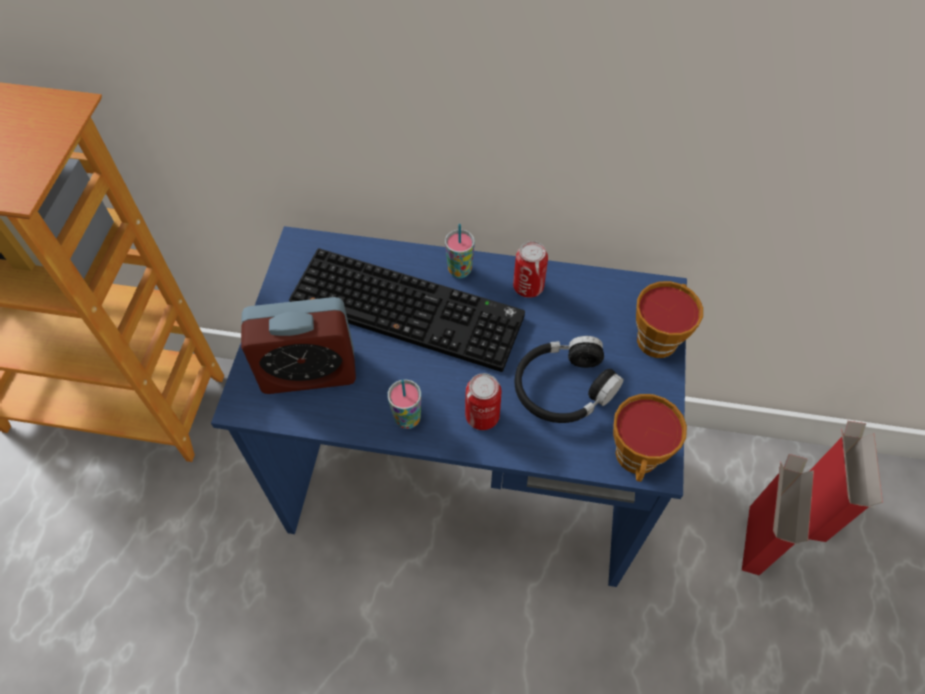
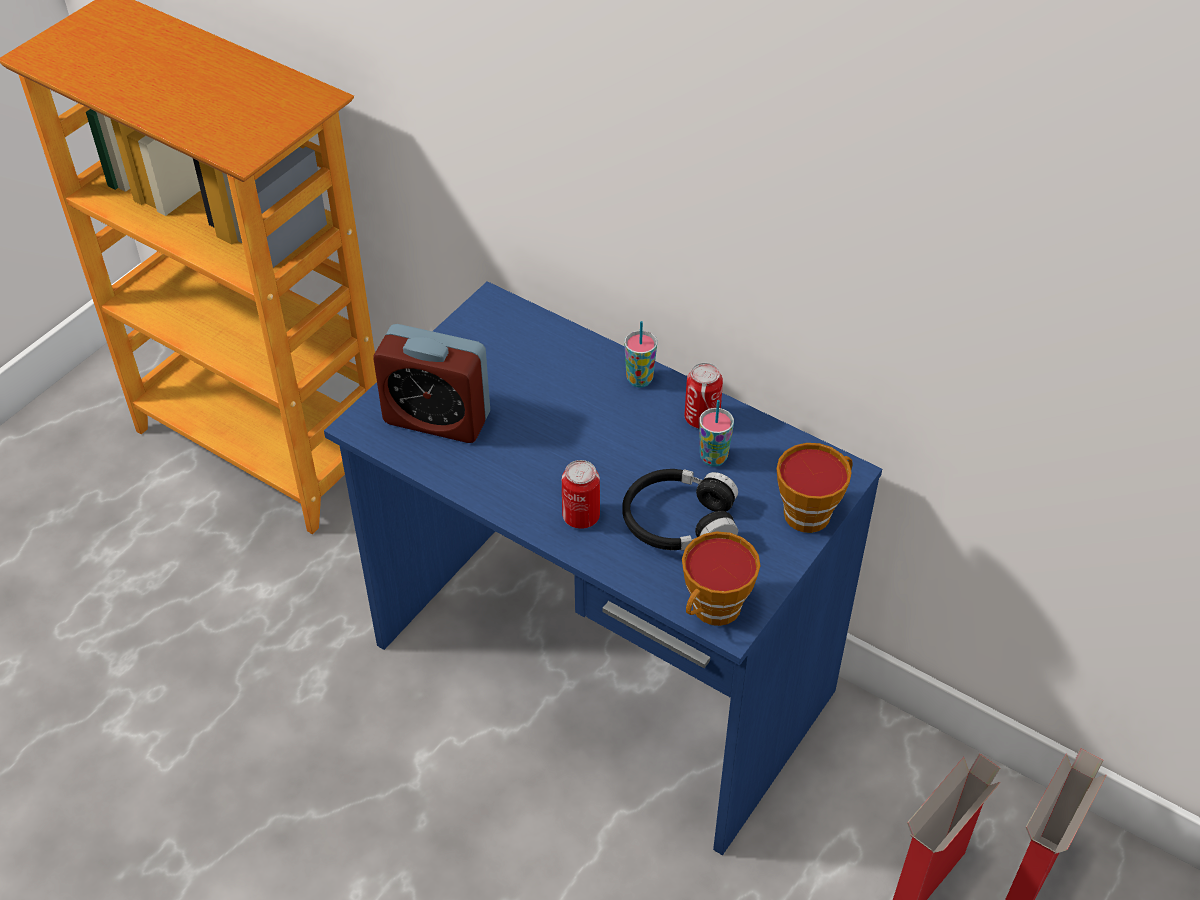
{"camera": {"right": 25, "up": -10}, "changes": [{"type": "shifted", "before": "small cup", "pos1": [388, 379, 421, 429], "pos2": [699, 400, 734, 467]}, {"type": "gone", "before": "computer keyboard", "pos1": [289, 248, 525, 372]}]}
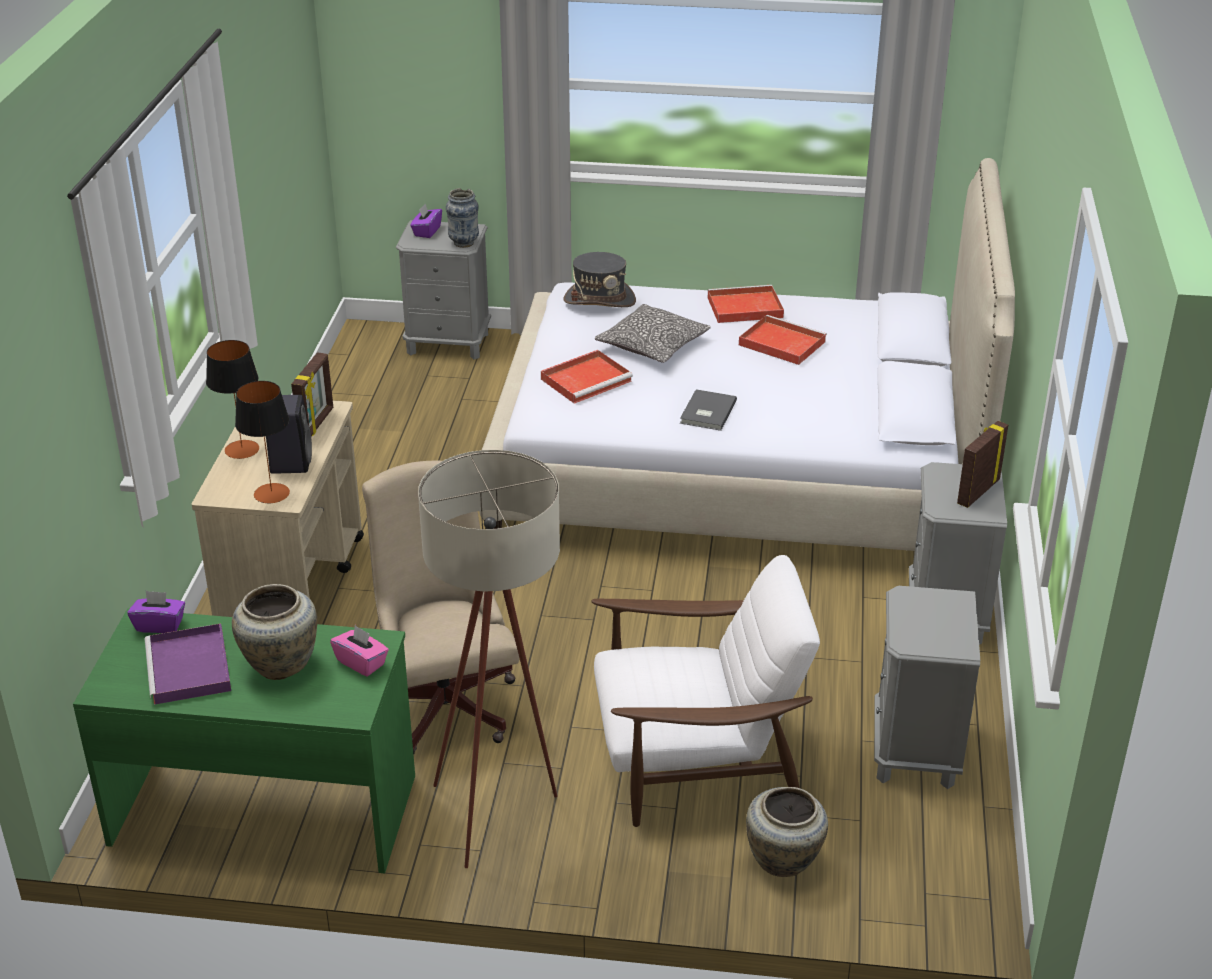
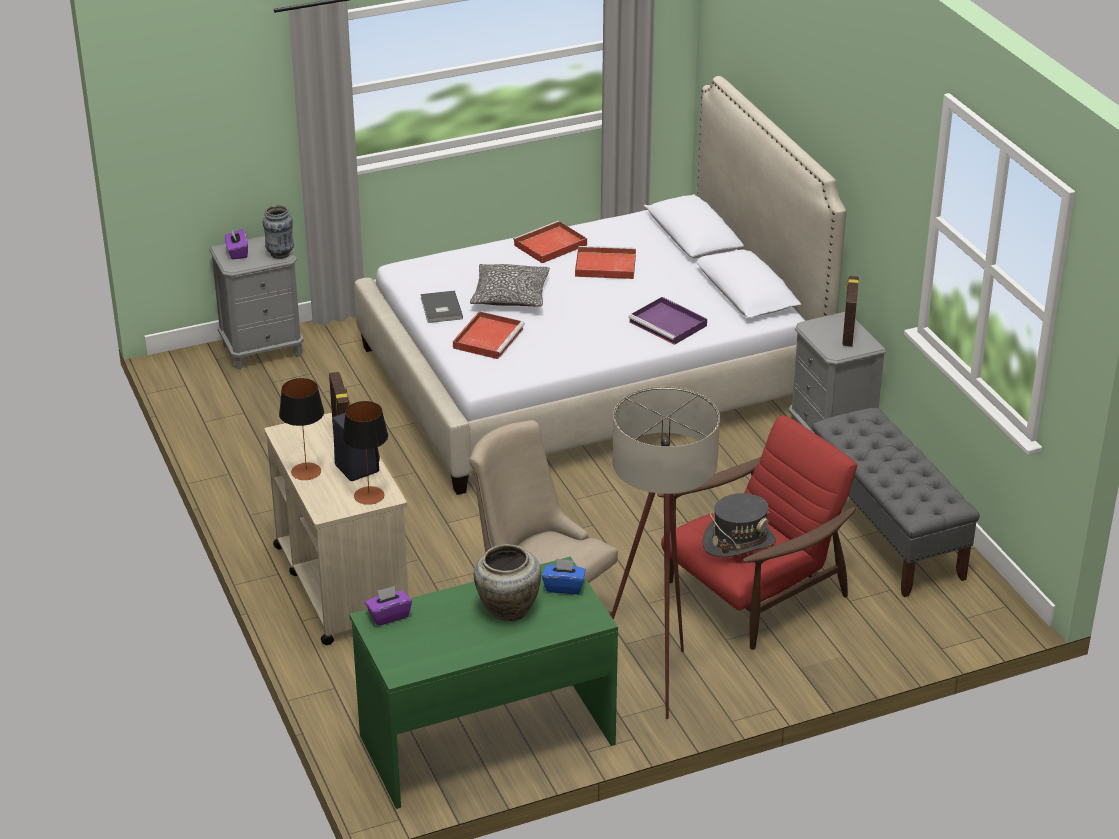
{"camera": {"right": -30, "up": 0}, "changes": [{"type": "shifted", "before": "bound book (greyish)", "pos1": [680, 389, 737, 431], "pos2": [421, 290, 463, 323]}, {"type": "repainted", "before": "tissue box (pinkish)", "after": "tissue box (bluish)", "pos1": [330, 625, 389, 677], "pos2": [542, 558, 586, 594]}, {"type": "shifted", "before": "serving tray (purple-coloured)", "pos1": [145, 624, 231, 705], "pos2": [628, 297, 707, 345]}, {"type": "repainted", "before": "easy chair (white-coloured)", "after": "easy chair (reddish)", "pos1": [591, 555, 820, 827], "pos2": [657, 415, 857, 650]}, {"type": "shifted", "before": "clothing hat (greyish)", "pos1": [563, 252, 636, 307], "pos2": [702, 493, 776, 557]}, {"type": "swapped", "before": "bedside table (greyish)", "after": "indoor bench (greyish)", "pos1": [874, 586, 980, 789], "pos2": [812, 408, 980, 597]}, {"type": "gone", "before": "flower vase (beige-coloured)", "pos1": [746, 787, 828, 877]}]}
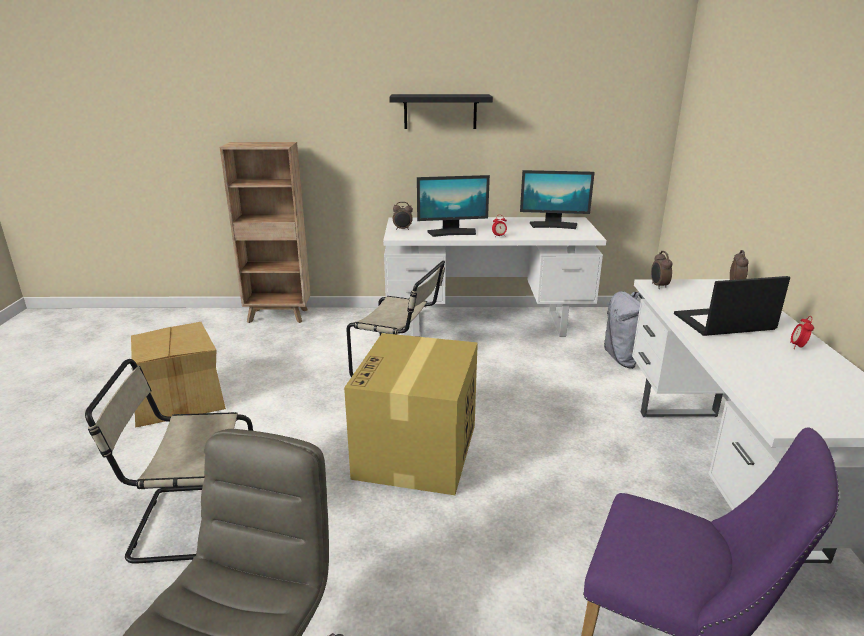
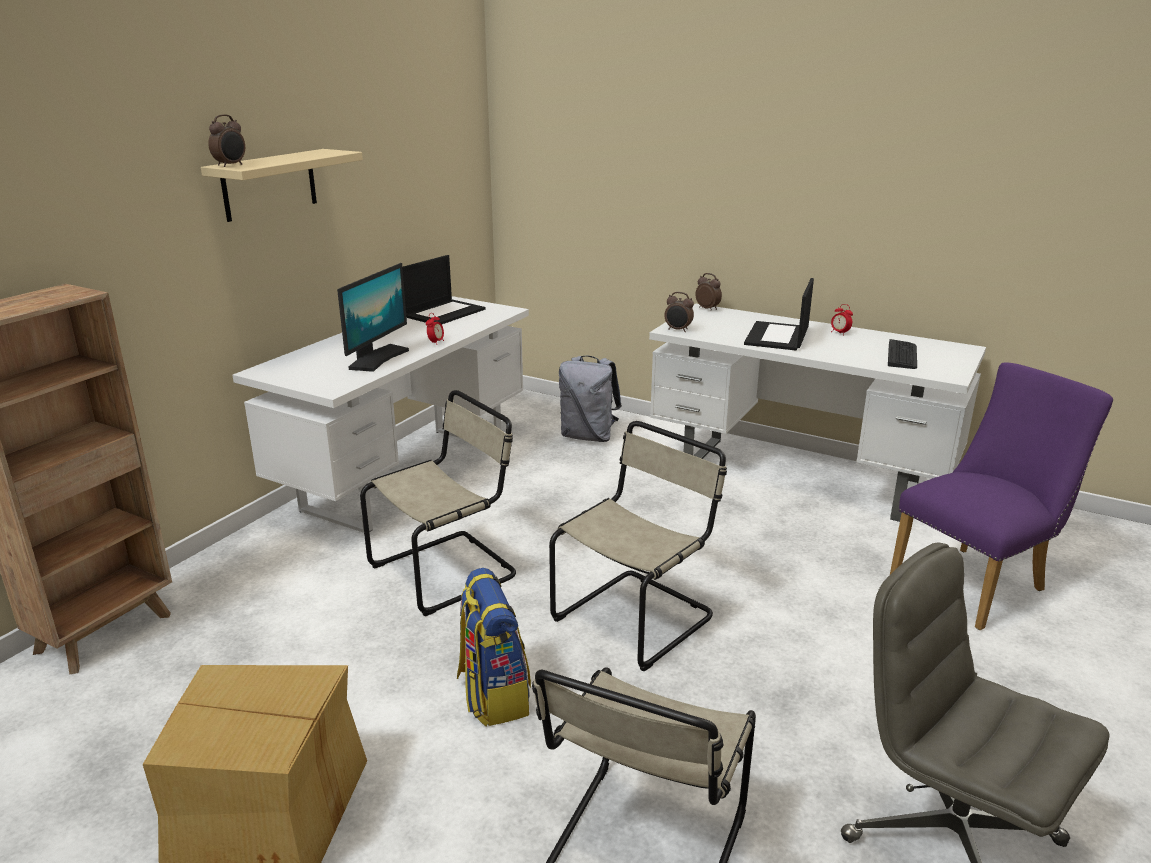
{"camera": {"right": -60, "up": 0}, "changes": [{"type": "repainted", "before": "wall shelf (black)", "after": "wall shelf (beige-coloured)", "pos1": [389, 94, 493, 129], "pos2": [201, 149, 363, 222]}, {"type": "shifted", "before": "alarm clock", "pos1": [393, 202, 413, 230], "pos2": [208, 114, 245, 167]}, {"type": "swapped", "before": "computer screen", "after": "laptop", "pos1": [520, 170, 595, 229], "pos2": [402, 255, 486, 324]}, {"type": "new", "after": "backpack", "pos2": [457, 568, 531, 726]}, {"type": "swapped", "before": "cardboard box", "after": "plain chair (beige-coloured)", "pos1": [344, 333, 478, 495], "pos2": [549, 421, 727, 671]}, {"type": "new", "after": "computer keyboard", "pos2": [888, 339, 917, 369]}]}
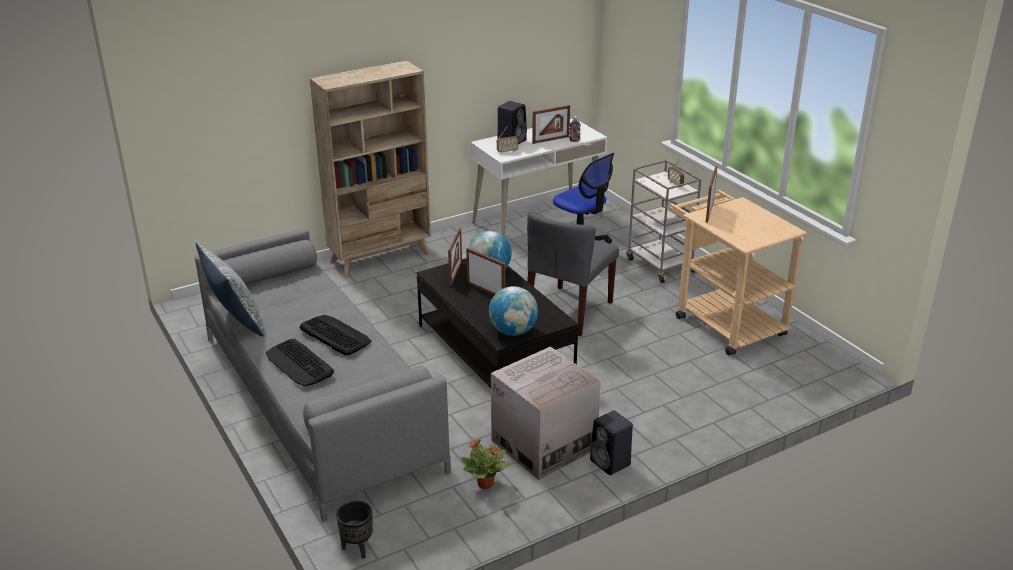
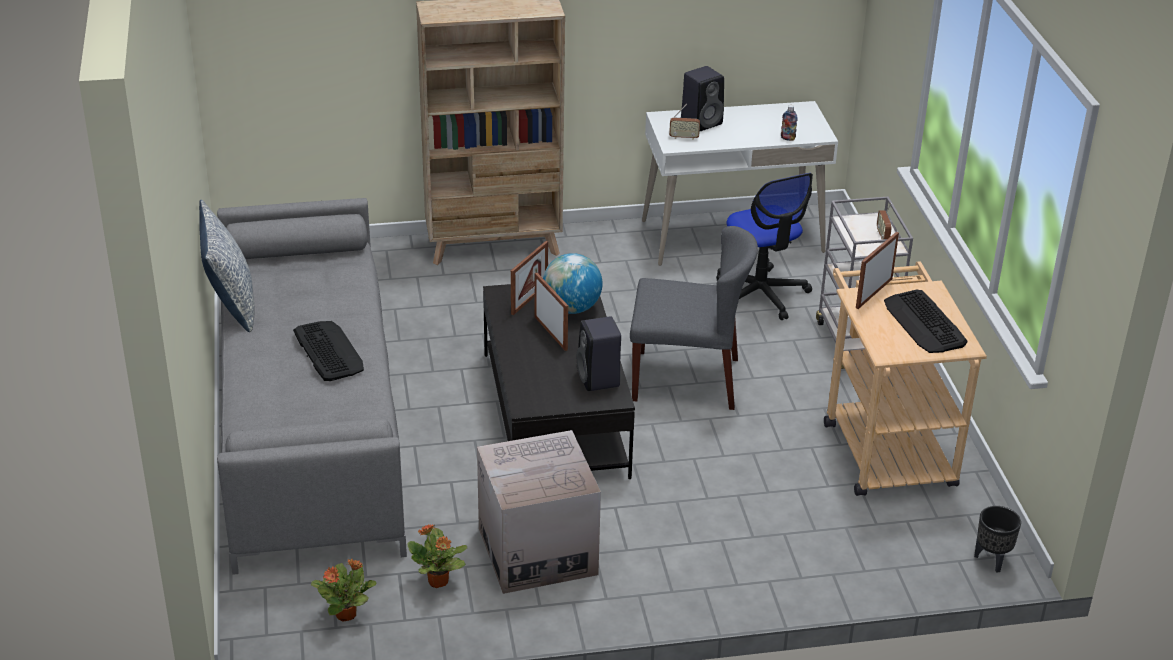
{"camera": {"right": 20, "up": 5}, "changes": [{"type": "new", "after": "plant in a pot", "pos2": [311, 558, 377, 622]}, {"type": "shifted", "before": "speaker (black)", "pos1": [590, 410, 633, 475], "pos2": [577, 316, 621, 391]}, {"type": "rotated", "before": "plain chair (greyish)", "pos1": [527, 211, 619, 336], "pos2": [630, 226, 758, 410], "turn": -135}, {"type": "shifted", "before": "computer keyboard", "pos1": [266, 339, 334, 386], "pos2": [884, 290, 968, 353]}, {"type": "shifted", "before": "plant pot (black)", "pos1": [336, 501, 373, 559], "pos2": [974, 506, 1021, 573]}, {"type": "gone", "before": "desk globe", "pos1": [489, 286, 538, 336]}, {"type": "gone", "before": "picture frame", "pos1": [532, 105, 570, 144]}]}
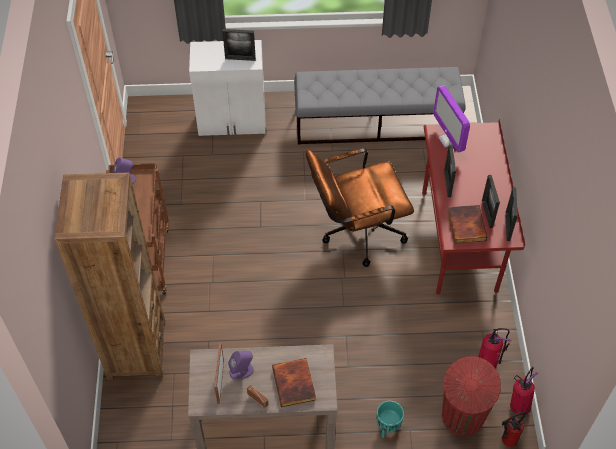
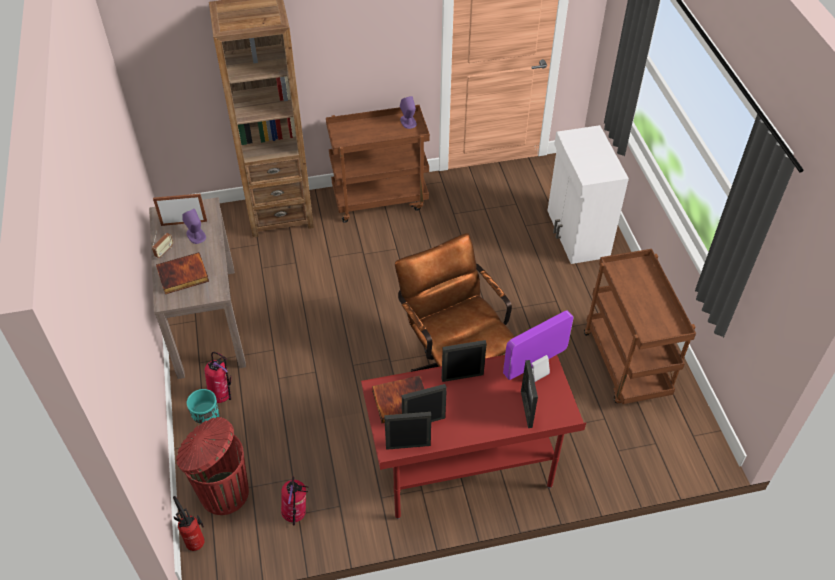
{"camera": {"right": 80, "up": -5}, "changes": [{"type": "shifted", "before": "fire-fighting cylinder", "pos1": [510, 367, 538, 415], "pos2": [205, 352, 231, 403]}, {"type": "shifted", "before": "picture frame", "pos1": [223, 29, 256, 61], "pos2": [521, 360, 538, 428]}, {"type": "swapped", "before": "indoor bench (greyish)", "after": "cart (brown)", "pos1": [294, 67, 465, 144], "pos2": [584, 249, 696, 404]}]}
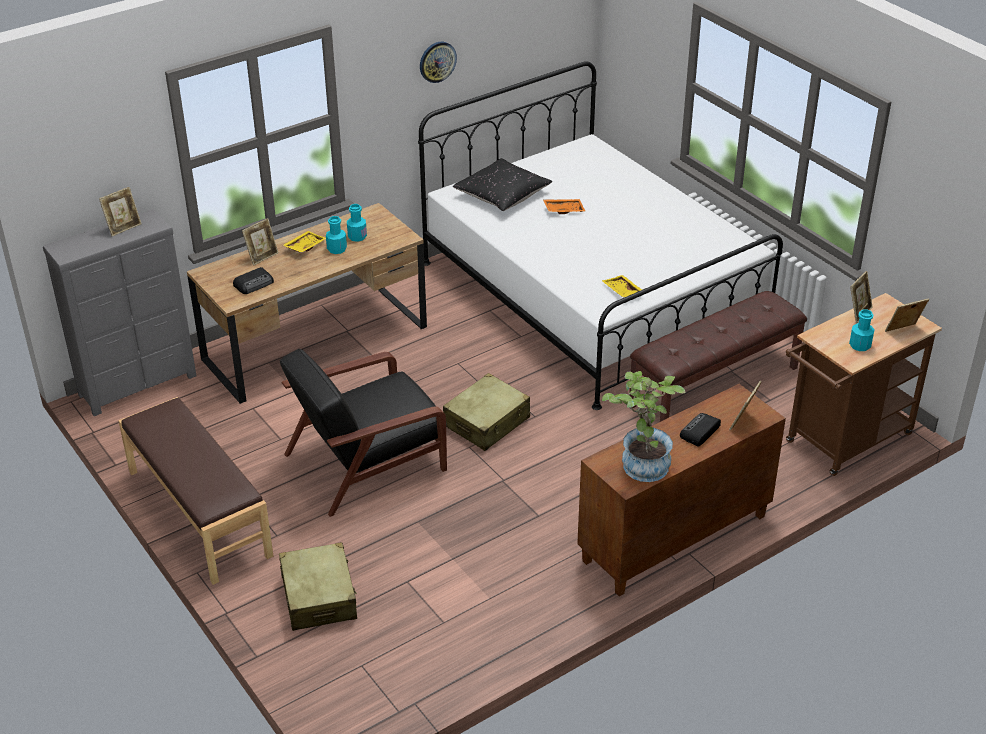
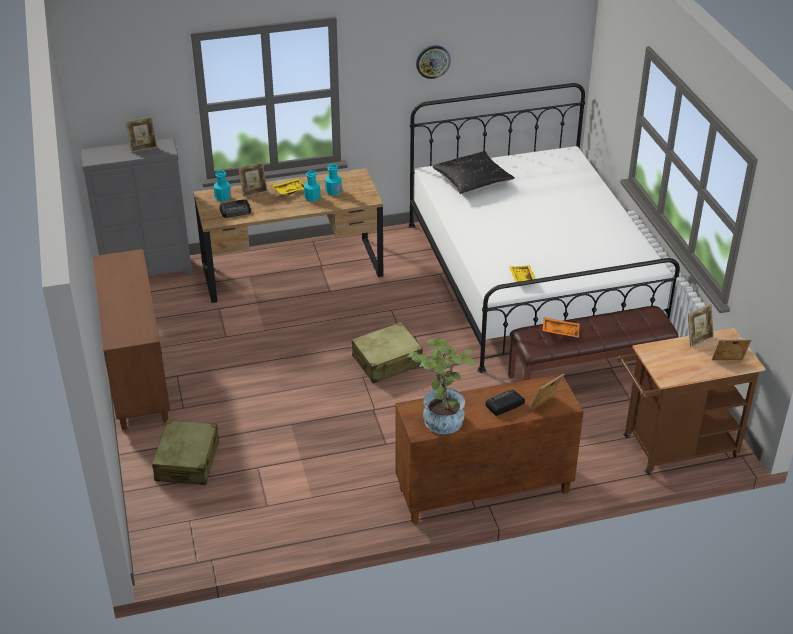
{"camera": {"right": 20, "up": 0}, "changes": [{"type": "swapped", "before": "indoor bench (brown)", "after": "cabinet (brown)", "pos1": [118, 397, 273, 585], "pos2": [92, 249, 170, 430]}, {"type": "shifted", "before": "beverage bottle (turquoise-coloured)", "pos1": [849, 309, 875, 351], "pos2": [214, 170, 231, 201]}, {"type": "shifted", "before": "serving tray (orange)", "pos1": [543, 199, 585, 214], "pos2": [543, 317, 580, 338]}, {"type": "gone", "before": "easy chair (black)", "pos1": [280, 349, 447, 517]}]}
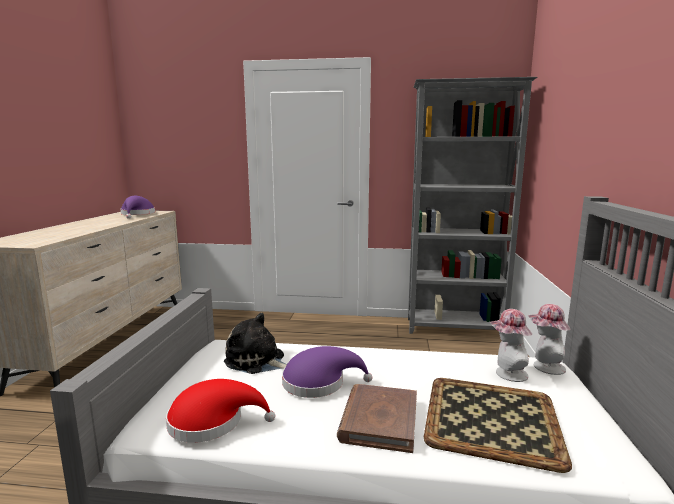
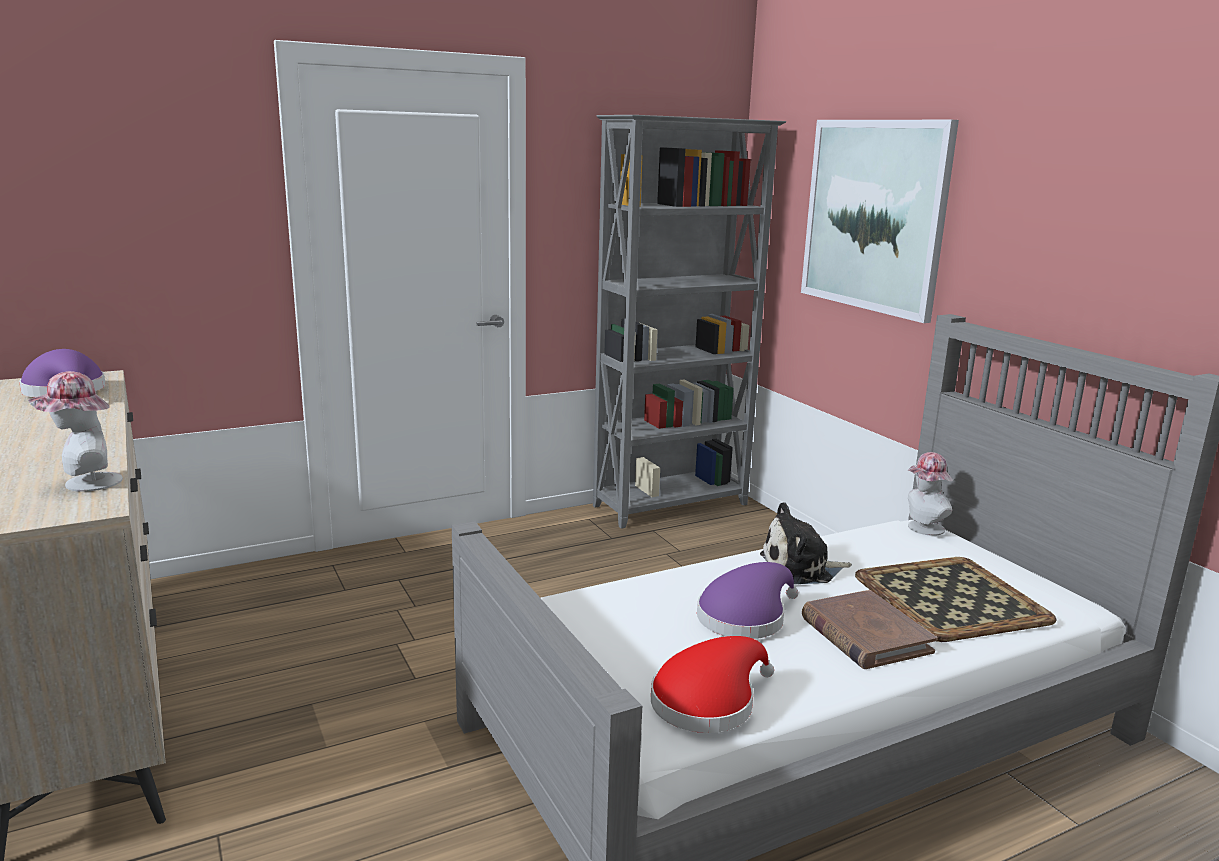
{"camera": {"right": -35, "up": 5}, "changes": [{"type": "shifted", "before": "clothing hat", "pos1": [490, 309, 532, 382], "pos2": [28, 371, 123, 492]}, {"type": "shifted", "before": "soft toy", "pos1": [224, 313, 287, 374], "pos2": [760, 502, 852, 584]}, {"type": "new", "after": "wall art", "pos2": [801, 120, 959, 323]}]}
